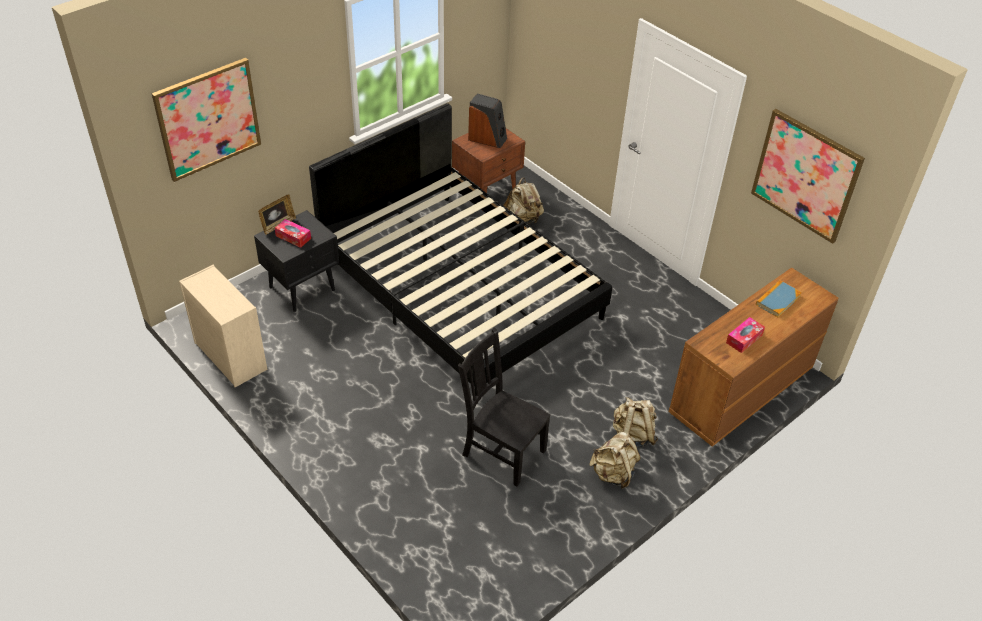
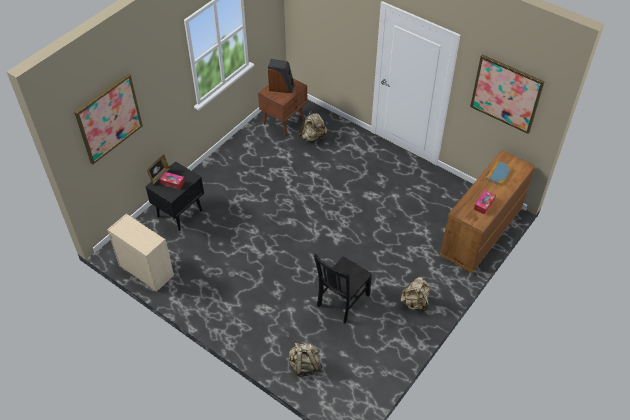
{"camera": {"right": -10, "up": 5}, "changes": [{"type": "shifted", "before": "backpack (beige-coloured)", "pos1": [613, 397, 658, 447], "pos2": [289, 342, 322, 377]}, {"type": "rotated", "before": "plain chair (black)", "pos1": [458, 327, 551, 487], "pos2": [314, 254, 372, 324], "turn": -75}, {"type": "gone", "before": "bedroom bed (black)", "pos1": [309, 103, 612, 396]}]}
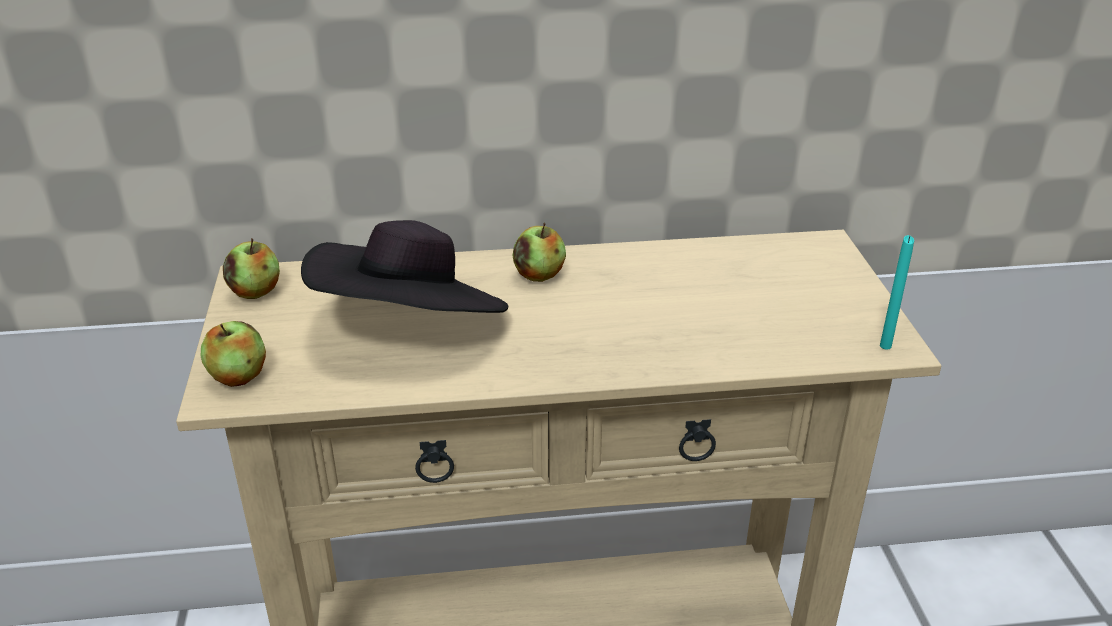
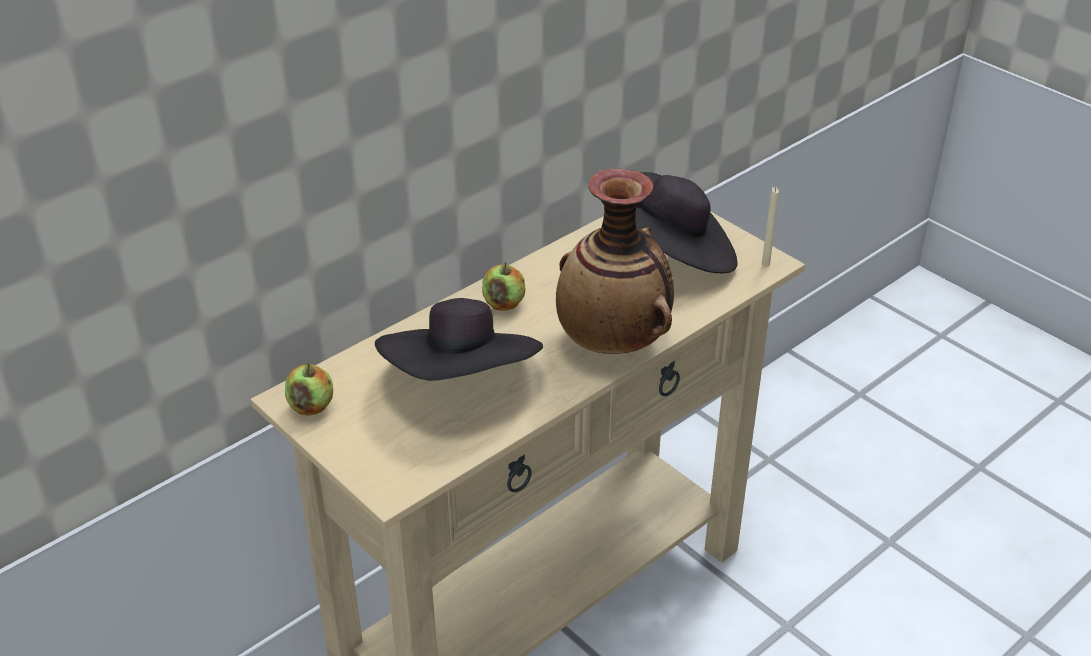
{"camera": {"right": -35, "up": 5}, "changes": [{"type": "new", "after": "flower vase", "pos2": [556, 168, 674, 354]}, {"type": "new", "after": "clothing hat (black)", "pos2": [601, 172, 738, 273]}, {"type": "repainted", "before": "candle (turquoise-coloured)", "after": "candle (beige-coloured)", "pos1": [880, 235, 914, 350], "pos2": [762, 187, 779, 267]}, {"type": "gone", "before": "whole apple", "pos1": [201, 321, 266, 387]}]}
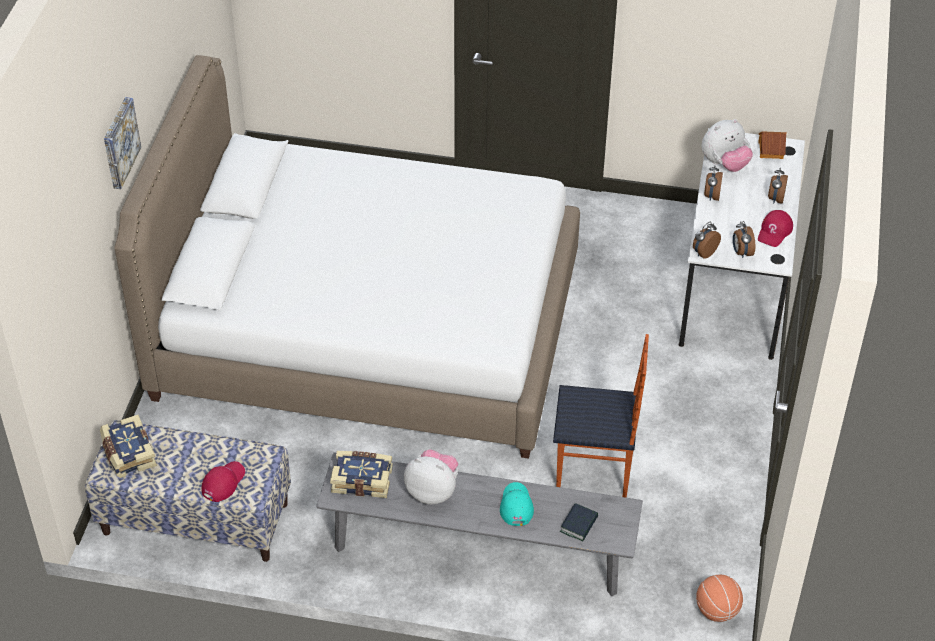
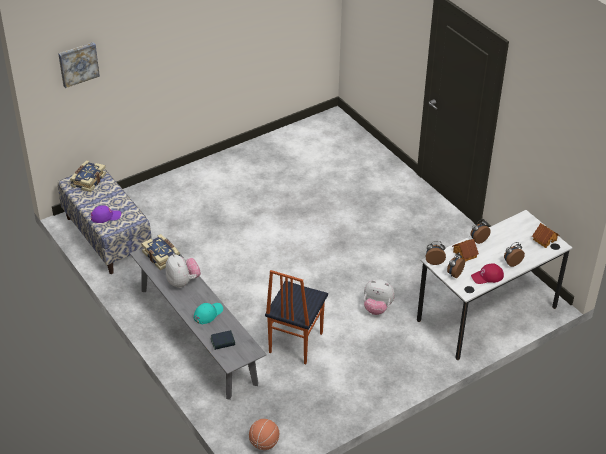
{"camera": {"right": 45, "up": -5}, "changes": [{"type": "shifted", "before": "wall art", "pos1": [104, 97, 141, 189], "pos2": [58, 42, 100, 88]}, {"type": "repainted", "before": "cap (reddish)", "after": "cap (purple-coloured)", "pos1": [202, 461, 245, 502], "pos2": [91, 205, 121, 223]}, {"type": "rotated", "before": "plain chair", "pos1": [553, 334, 649, 498], "pos2": [265, 270, 328, 364], "turn": 60}, {"type": "shifted", "before": "soft toy", "pos1": [702, 119, 753, 172], "pos2": [364, 279, 395, 315]}, {"type": "new", "after": "miniature house", "pos2": [452, 239, 479, 262]}, {"type": "gone", "before": "bedroom bed (white-coloured)", "pos1": [114, 55, 580, 459]}]}
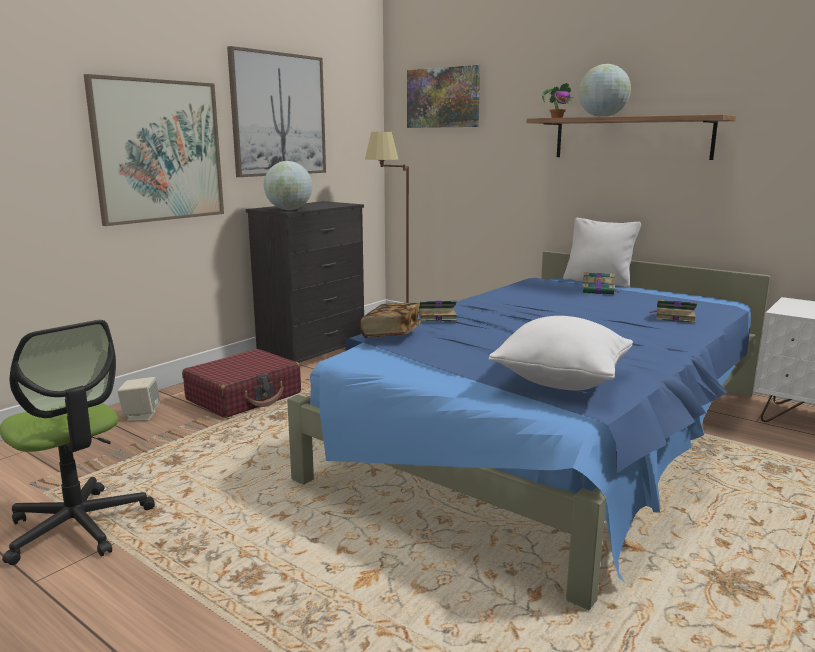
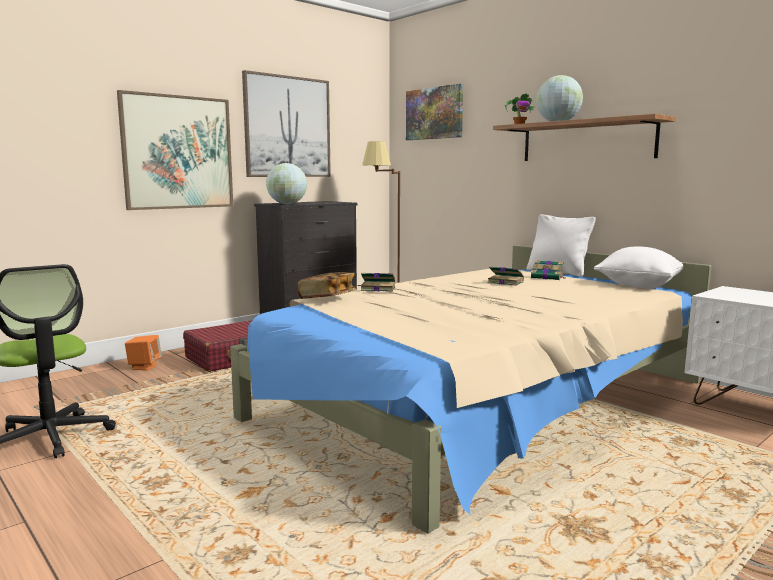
{"camera": {"right": 10, "up": -5}, "changes": [{"type": "repainted", "before": "speaker (beige-coloured)", "after": "speaker (orange)", "pos1": [117, 377, 160, 421], "pos2": [125, 335, 162, 370]}, {"type": "repainted", "before": "bedroom bed (bluish)", "after": "bedroom bed (beige-coloured)", "pos1": [287, 251, 771, 610], "pos2": [230, 245, 712, 534]}, {"type": "shifted", "before": "bound book", "pos1": [649, 300, 697, 323], "pos2": [488, 266, 524, 286]}, {"type": "shifted", "before": "cushion (white-coloured)", "pos1": [488, 316, 633, 390], "pos2": [594, 247, 683, 289]}]}
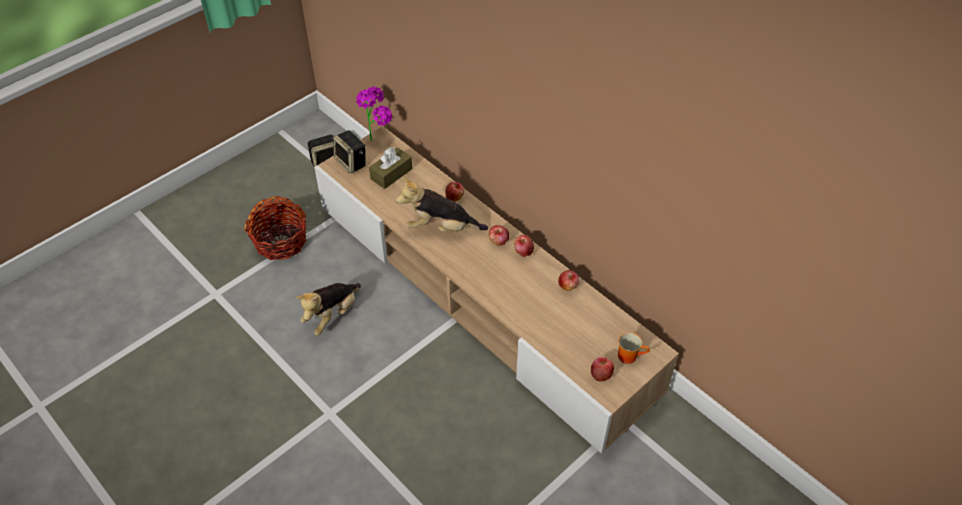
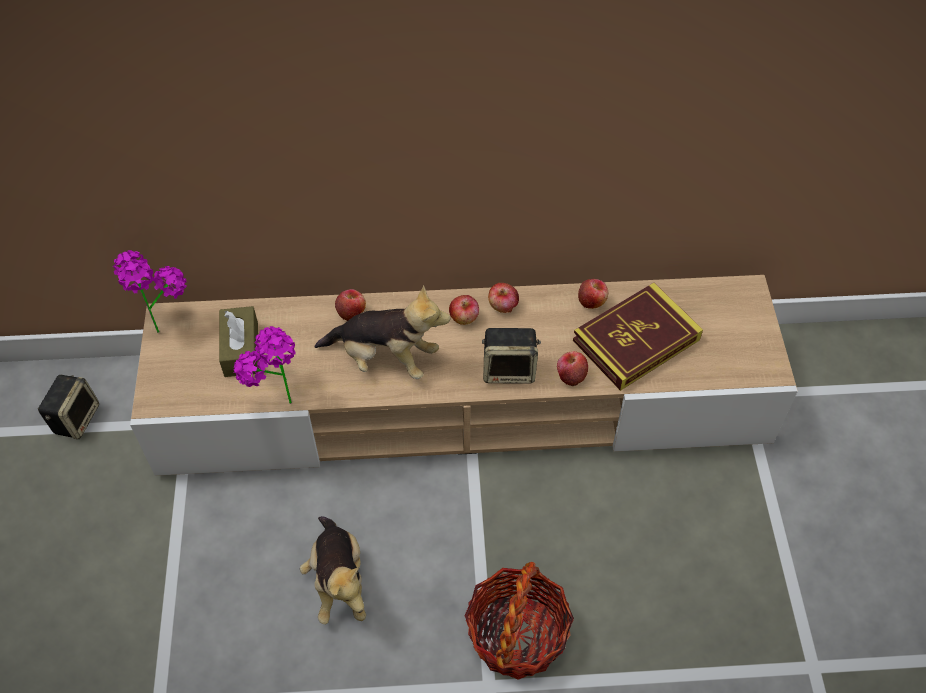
{"camera": {"right": -50, "up": 5}, "changes": [{"type": "new", "after": "plant in a pot", "pos2": [233, 326, 295, 404]}, {"type": "rotated", "before": "soft toy", "pos1": [396, 177, 488, 232], "pos2": [314, 285, 450, 379], "turn": -120}, {"type": "shifted", "before": "basket", "pos1": [244, 196, 306, 260], "pos2": [464, 562, 574, 680]}, {"type": "shifted", "before": "speaker", "pos1": [333, 130, 366, 174], "pos2": [482, 328, 541, 384]}, {"type": "shifted", "before": "whole apple", "pos1": [591, 357, 614, 381], "pos2": [557, 351, 588, 386]}, {"type": "new", "after": "bound book", "pos2": [573, 283, 703, 391]}, {"type": "gone", "before": "tea mug", "pos1": [618, 332, 650, 364]}]}
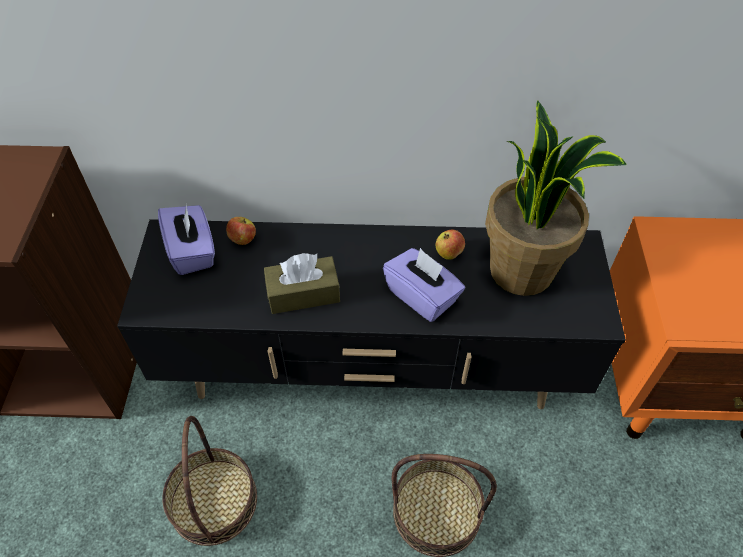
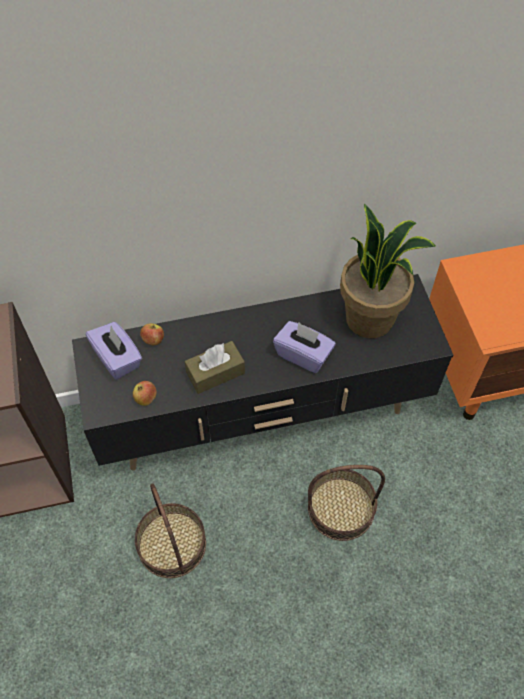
{"camera": {"right": -15, "up": 5}, "changes": [{"type": "shifted", "before": "whole apple", "pos1": [435, 230, 465, 260], "pos2": [133, 381, 157, 406]}]}
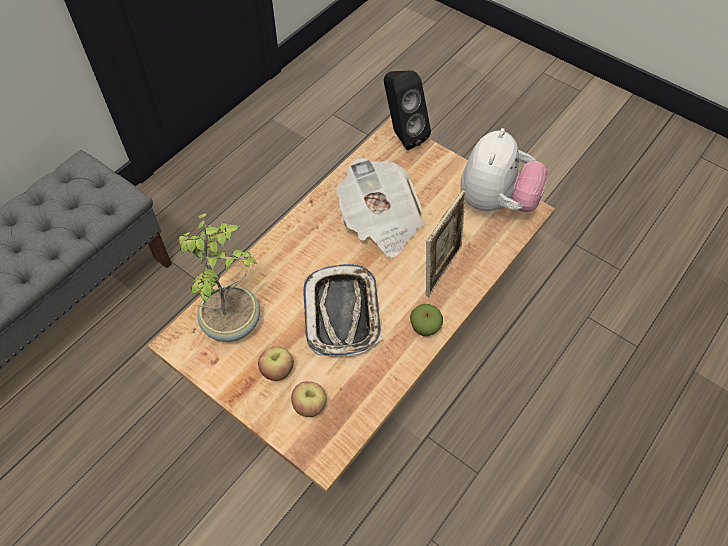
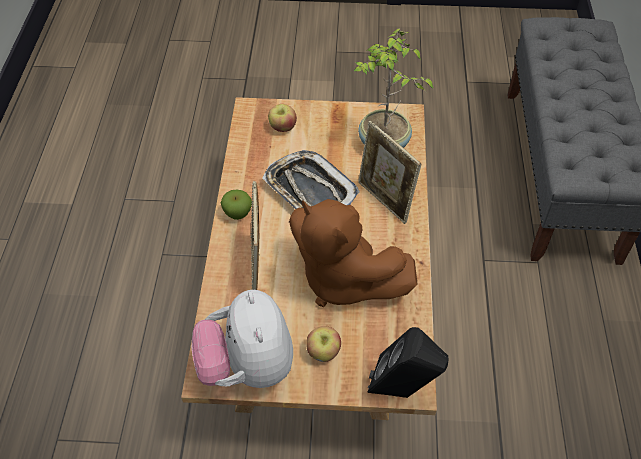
{"camera": {"right": 145, "up": -5}, "changes": [{"type": "swapped", "before": "daily paper", "after": "soft toy (brown)", "pos1": [336, 158, 425, 257], "pos2": [289, 199, 418, 307]}, {"type": "shifted", "before": "whole apple", "pos1": [258, 346, 294, 381], "pos2": [306, 326, 341, 362]}, {"type": "new", "after": "picture frame", "pos2": [358, 121, 421, 224]}]}
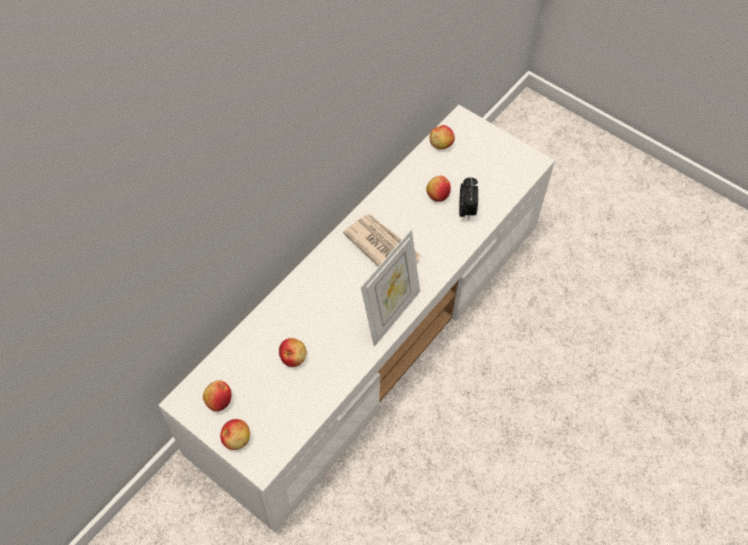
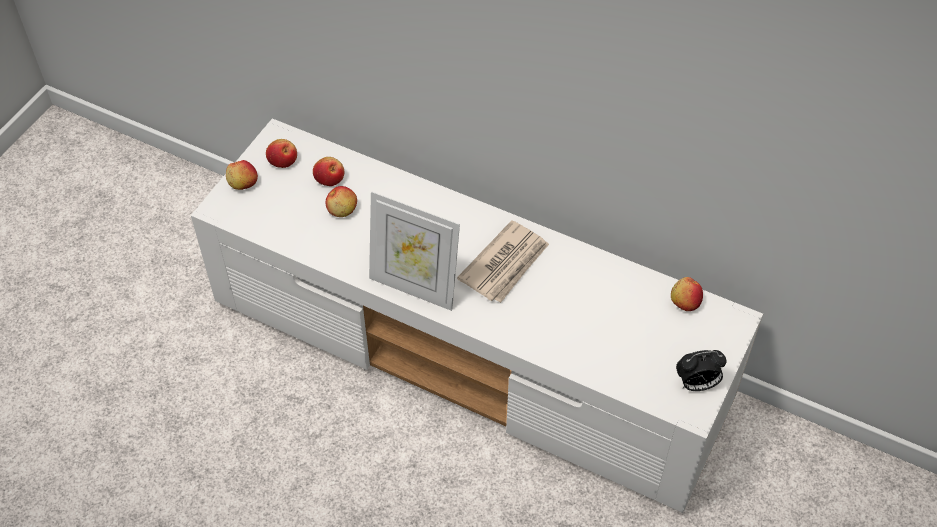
{"camera": {"right": 80, "up": -5}, "changes": [{"type": "shifted", "before": "whole apple", "pos1": [426, 176, 451, 202], "pos2": [313, 157, 344, 186]}, {"type": "shifted", "before": "alarm clock", "pos1": [459, 178, 478, 220], "pos2": [676, 350, 727, 391]}]}
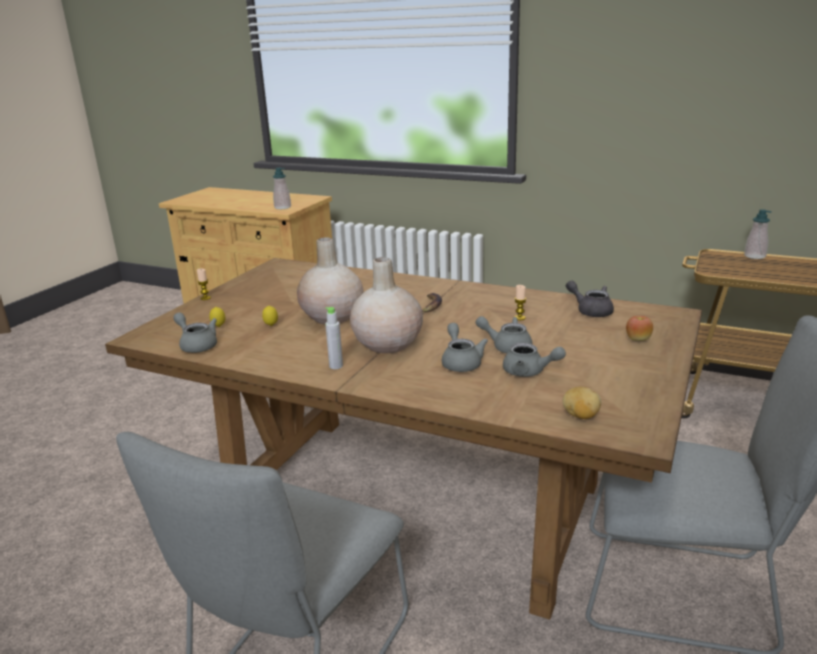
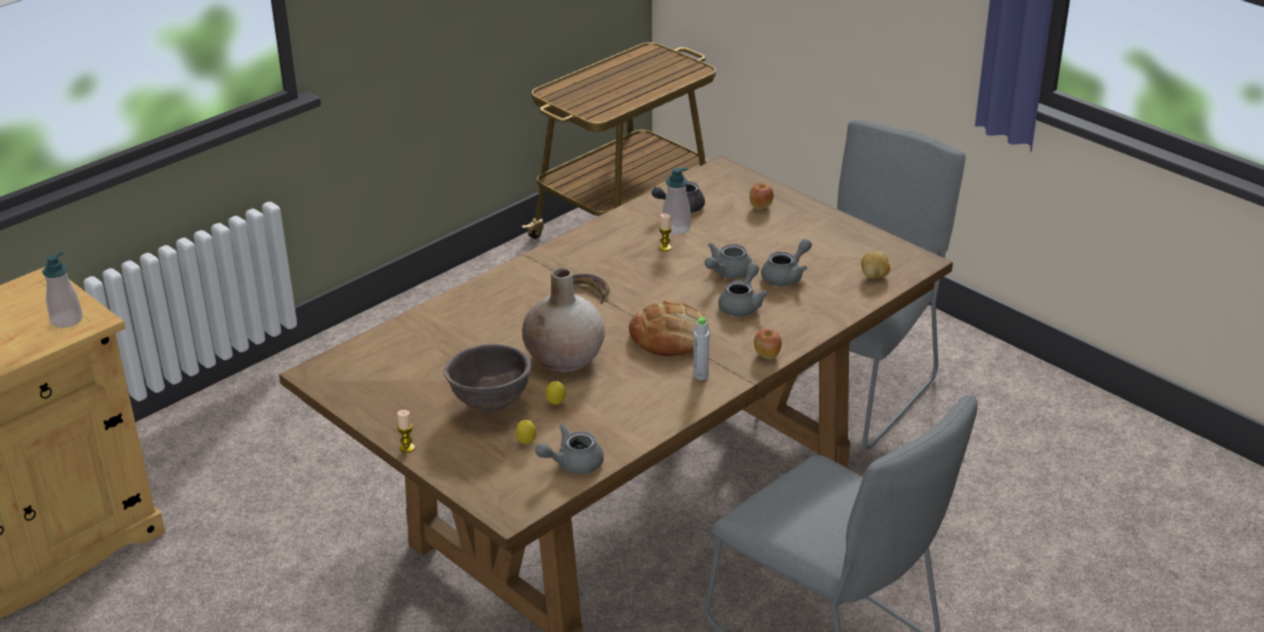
{"camera": {"right": -70, "up": 10}, "changes": [{"type": "new", "after": "serving bowl (brown)", "pos2": [444, 344, 531, 413]}, {"type": "swapped", "before": "flower vase (beige-coloured)", "after": "bread", "pos1": [350, 257, 423, 353], "pos2": [629, 300, 710, 356]}, {"type": "shifted", "before": "soap dispenser", "pos1": [744, 209, 772, 259], "pos2": [662, 167, 691, 234]}, {"type": "rotated", "before": "pot for tea (greyish)", "pos1": [442, 323, 488, 372], "pos2": [718, 263, 769, 317], "turn": 105}, {"type": "new", "after": "whole apple", "pos2": [754, 329, 782, 359]}]}
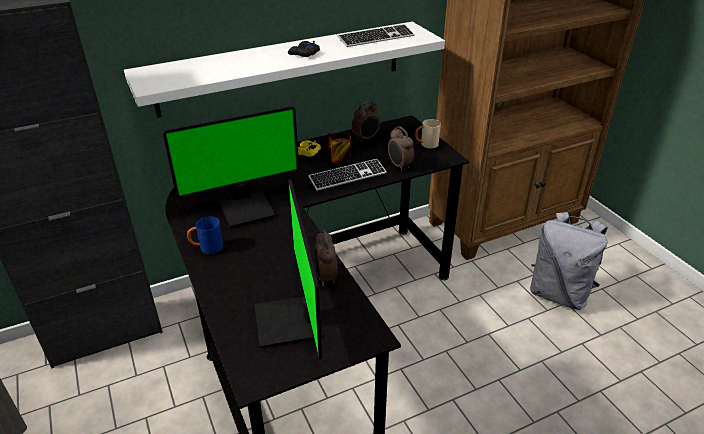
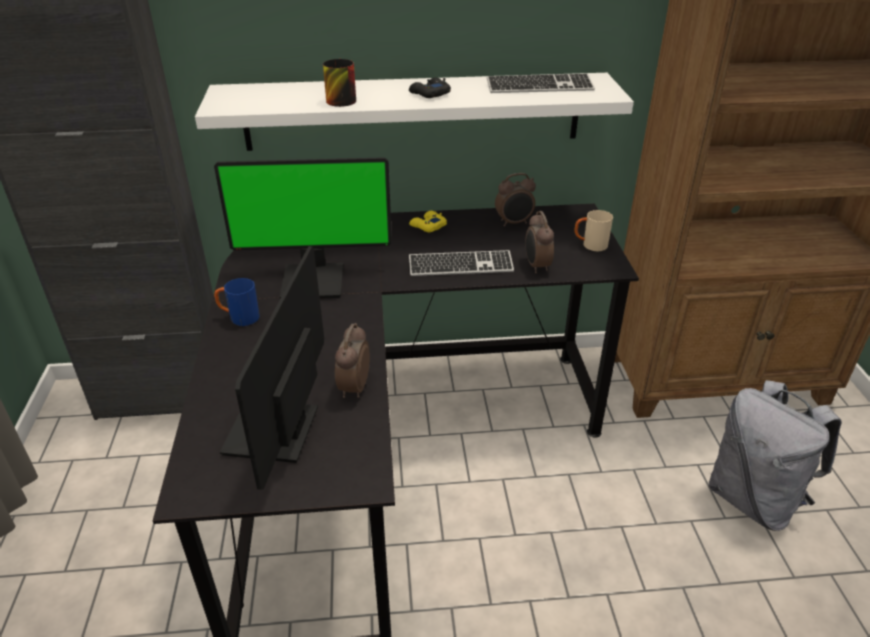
{"camera": {"right": 20, "up": 0}, "changes": [{"type": "shifted", "before": "tea mug", "pos1": [328, 132, 351, 165], "pos2": [323, 59, 356, 107]}]}
